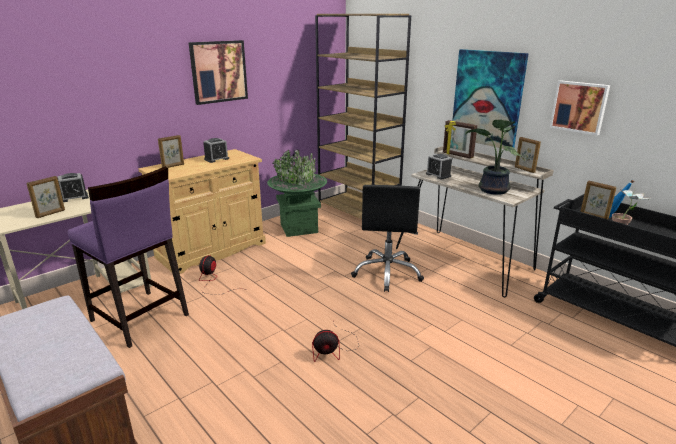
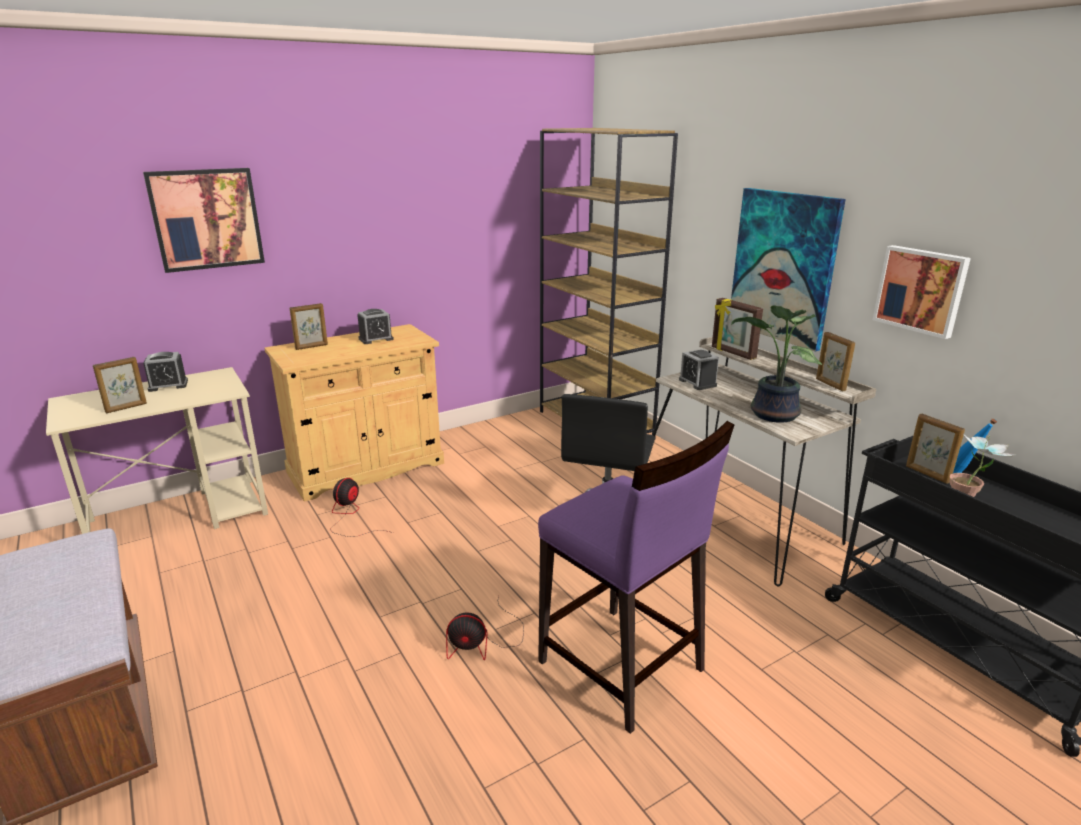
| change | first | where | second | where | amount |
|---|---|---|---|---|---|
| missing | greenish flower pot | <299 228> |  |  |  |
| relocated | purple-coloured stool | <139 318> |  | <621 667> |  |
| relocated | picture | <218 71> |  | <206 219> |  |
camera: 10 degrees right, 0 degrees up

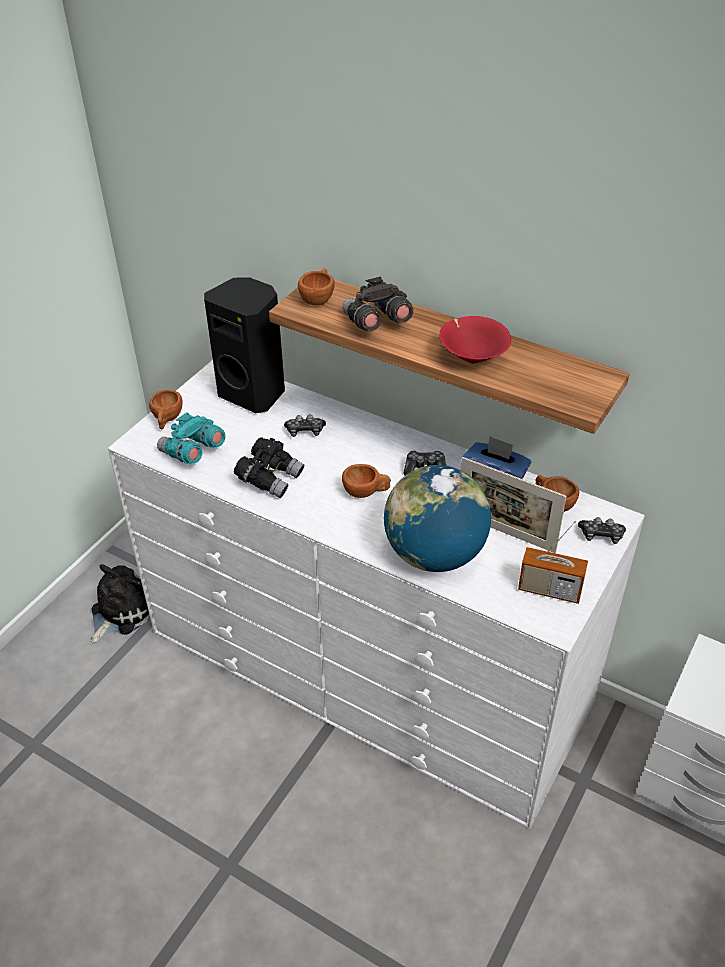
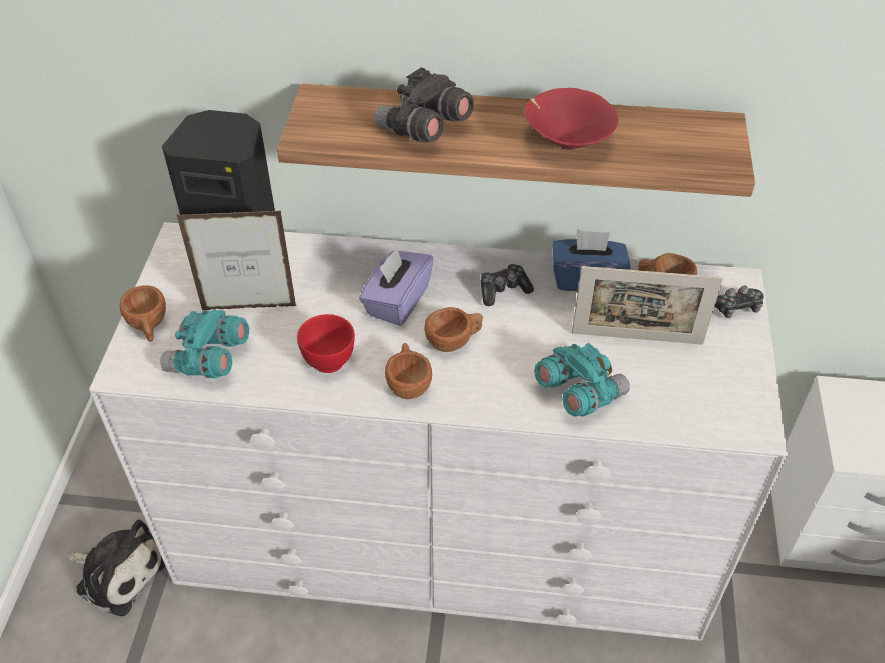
| change | first | where | second | where | amount |
|---|---|---|---|---|---|
| missing | gamepad | <305 431> |  |  |  |
| missing | radio set | <549 590> |  |  |  |
| appeared |  |  | standing frame | <249 308> |  |
| appeared |  |  | purple-coloured tissue holder | <397 301> |  |
| relocated | brown-coloured small cup | <318 298> |  | <408 383> |  |
| exchanged | black-coloured pair of binoculars | <270 478> | red deep dish | <329 361> |  |
| exchanged | world globe | <435 555> | turquoise pair of binoculars | <578 392> |  |
| spun | soft toy | <121 611> |  | <118 573> | 105 degrees clockwise |
camera: 25 degrees left, 5 degrees up

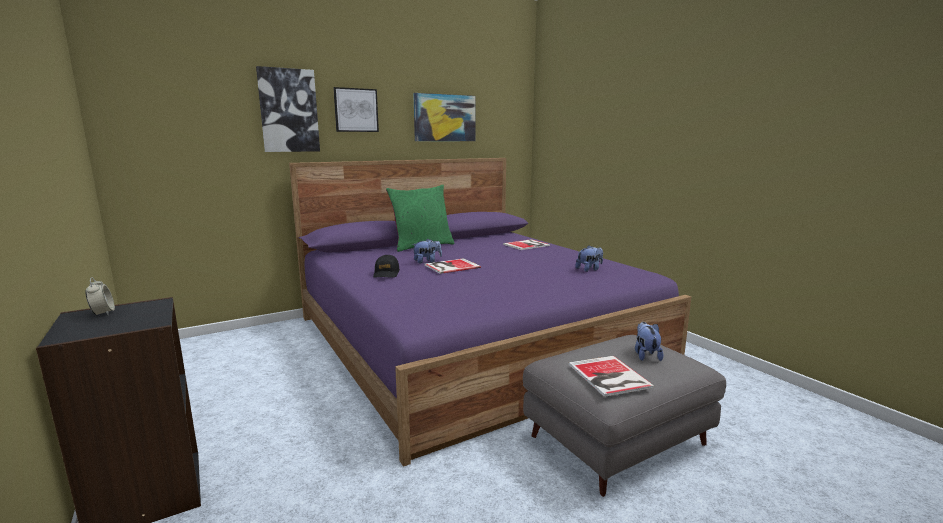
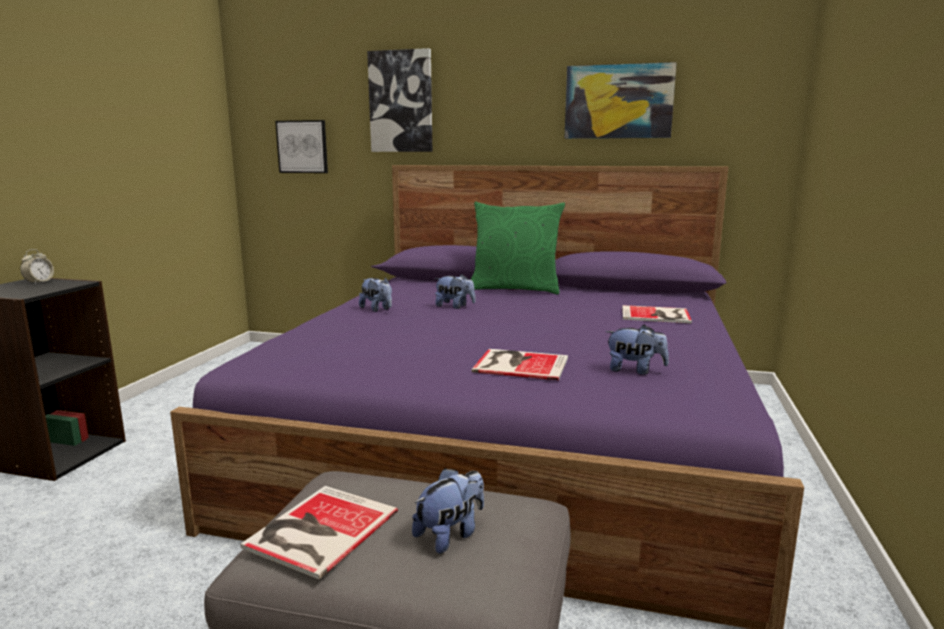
| change | first | where | second | where | amount |
|---|---|---|---|---|---|
| relocated | picture | <356 110> |  | <302 147> |  |
| relocated | book | <450 266> |  | <519 364> |  |
| exchanged | black-coloured baseball cap | <386 273> | soft toy | <377 309> |  |
camera: 45 degrees right, 0 degrees up

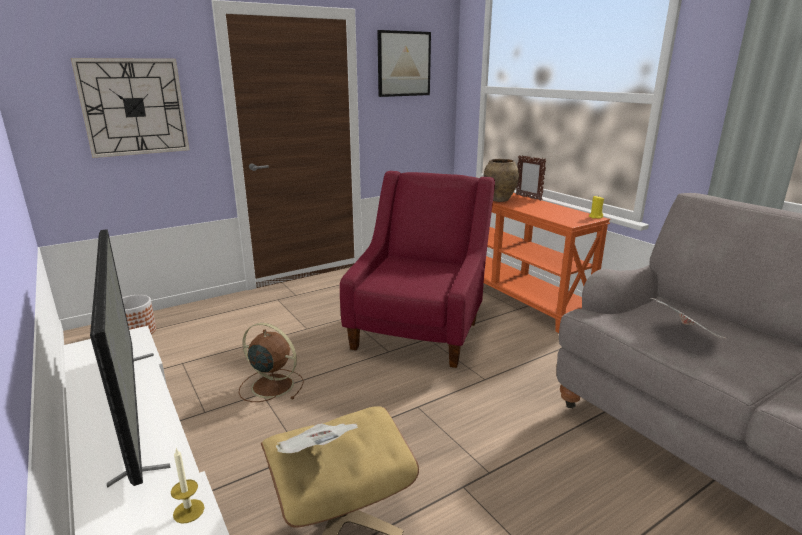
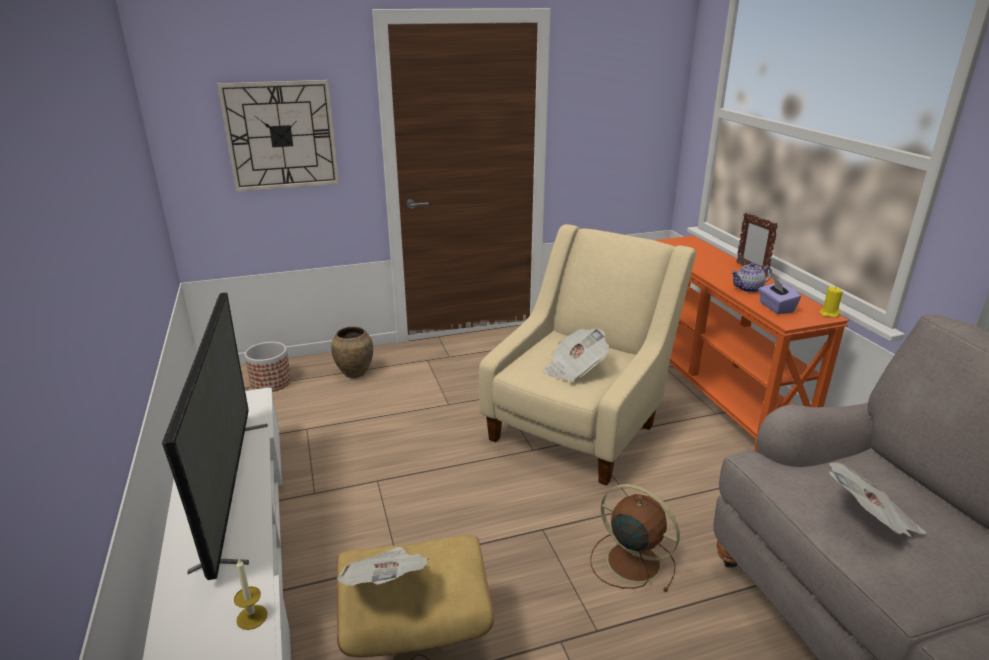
| change | first | where | second | where | amount |
|---|---|---|---|---|---|
| missing | picture | <404 64> |  |  |  |
| appeared |  |  | newspaper | <574 369> |  |
| appeared |  |  | teapot | <748 289> |  |
| appeared |  |  | purple-coloured tissue holder | <775 307> |  |
| relocated | brown-coloured cooling fan | <271 385> |  | <631 561> |  |
| relocated | brown-coloured decorative vase | <499 200> |  | <354 373> |  |
| colour | red lounge chair | <419 329> | beige lounge chair | <579 425> |  |
camera: 15 degrees right, 5 degrees up

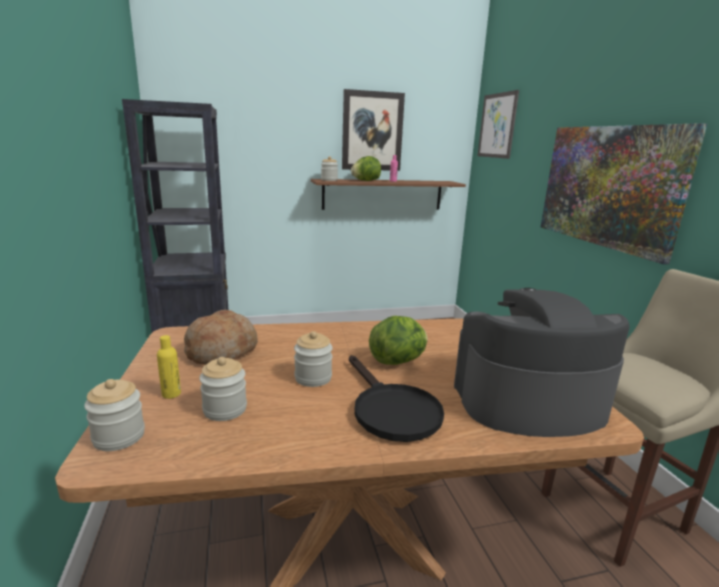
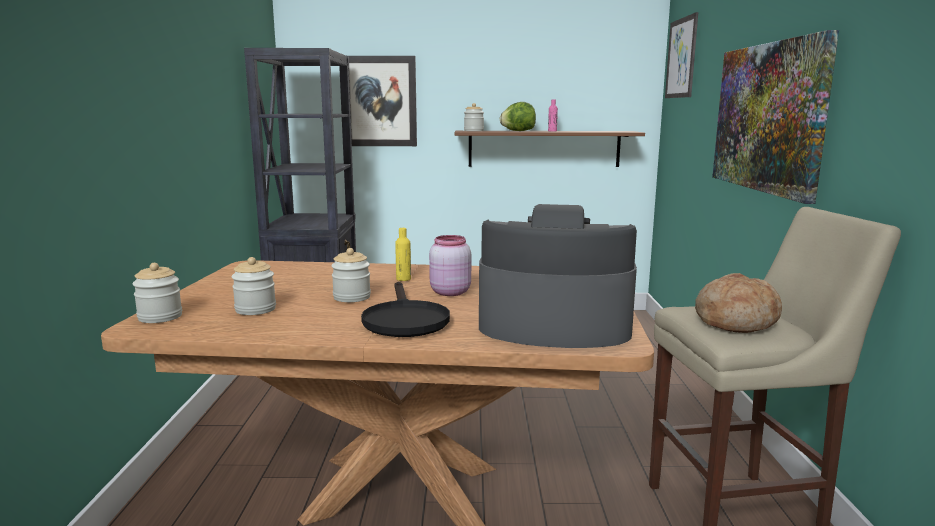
| change | first | where | second | where | amount |
|---|---|---|---|---|---|
| relocated | yellowish drink bottle | <171 394> |  | <403 279> |  |
| relocated | baked bread | <221 351> |  | <735 321> |  |
| relocated | picture | <372 131> |  | <380 101> |  |
| exchanged | head of lettuce | <398 361> | pink jar | <449 292> |  |
camera: 15 degrees right, 5 degrees down

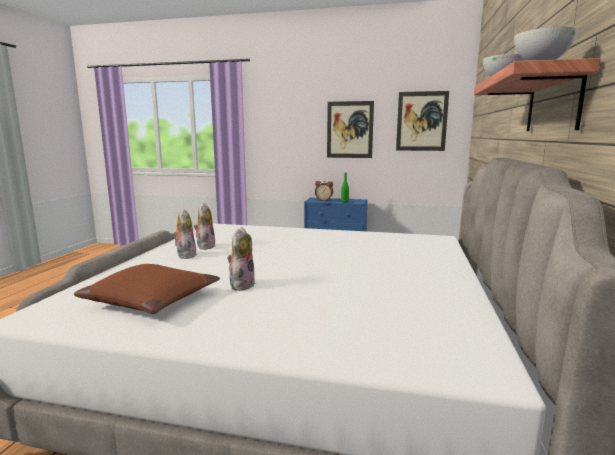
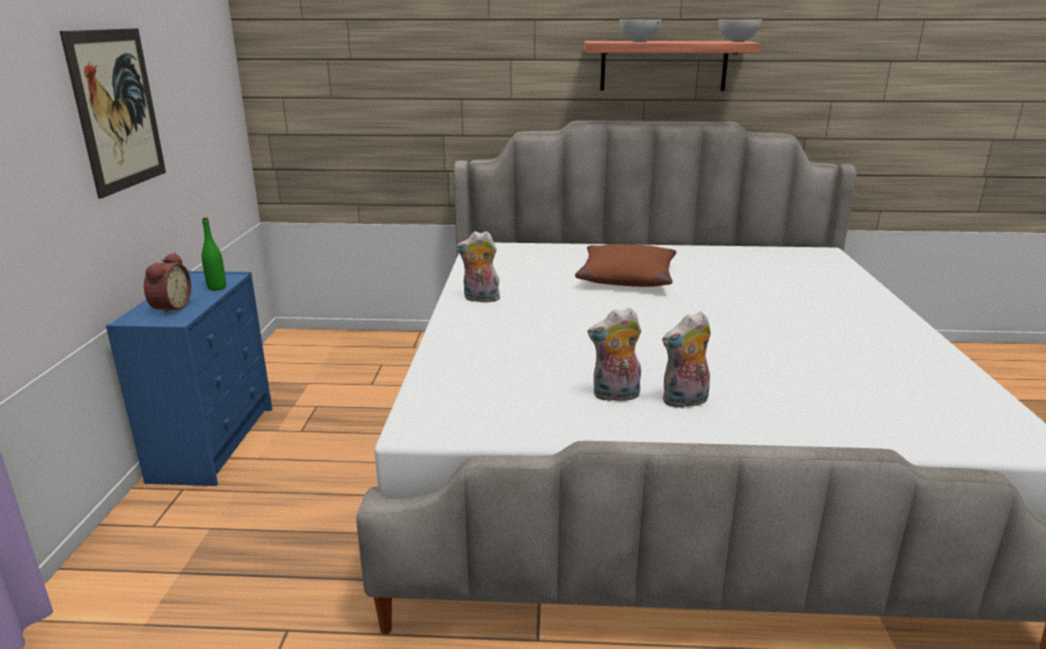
| change | first | where | second | where | amount |
|---|---|---|---|---|---|
| missing | picture | <421 121> |  |  |  |
| relocated | brown-coloured throw pillow | <152 300> |  | <625 277> |  |
| relocated | soft toy | <241 284> |  | <480 299> |  |
camera: 100 degrees left, 10 degrees up

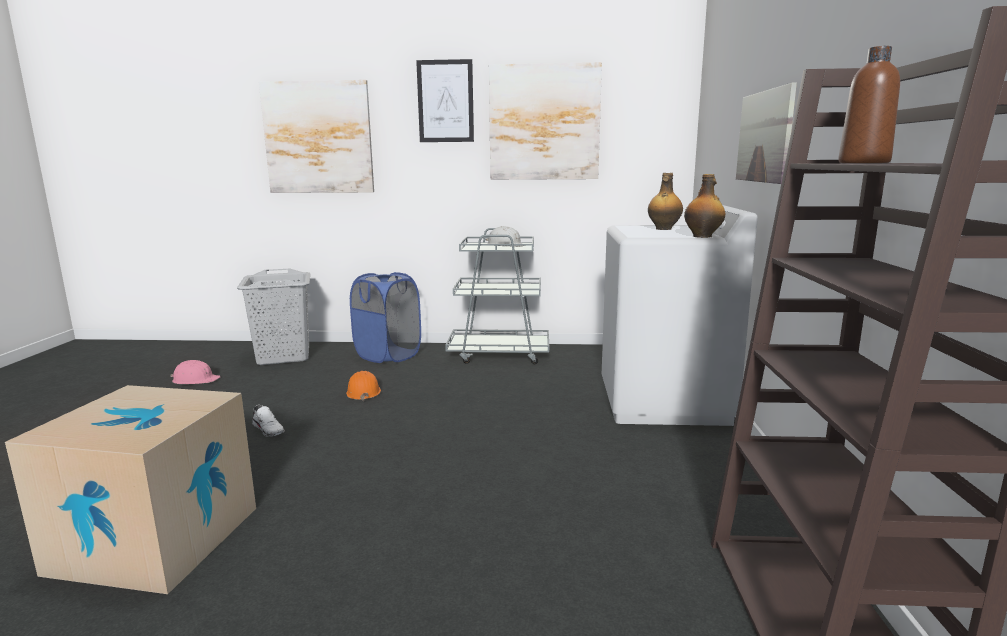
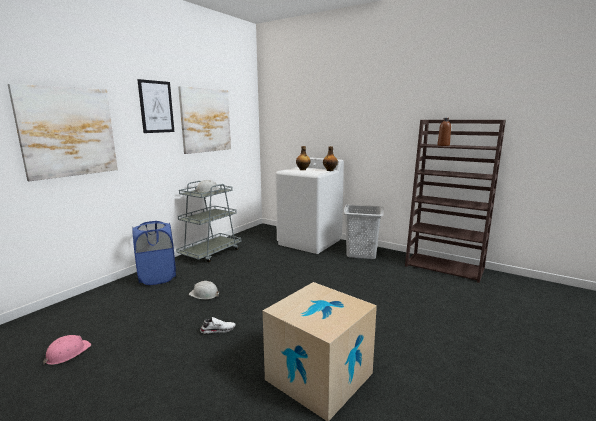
| change | first | where | second | where | amount |
|---|---|---|---|---|---|
| missing | picture | <764 136> |  |  |  |
| relocated | grey laundry basket | <283 356> |  | <362 253> |  |
| colour | orange work helmet | <363 392> | white work helmet | <204 294> |  |
camera: 60 degrees left, 0 degrees up

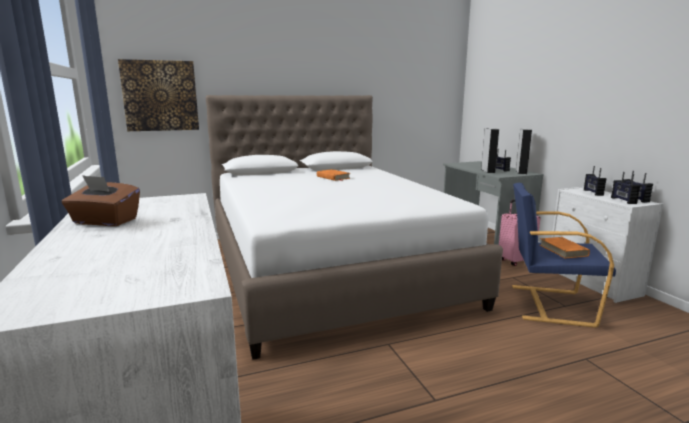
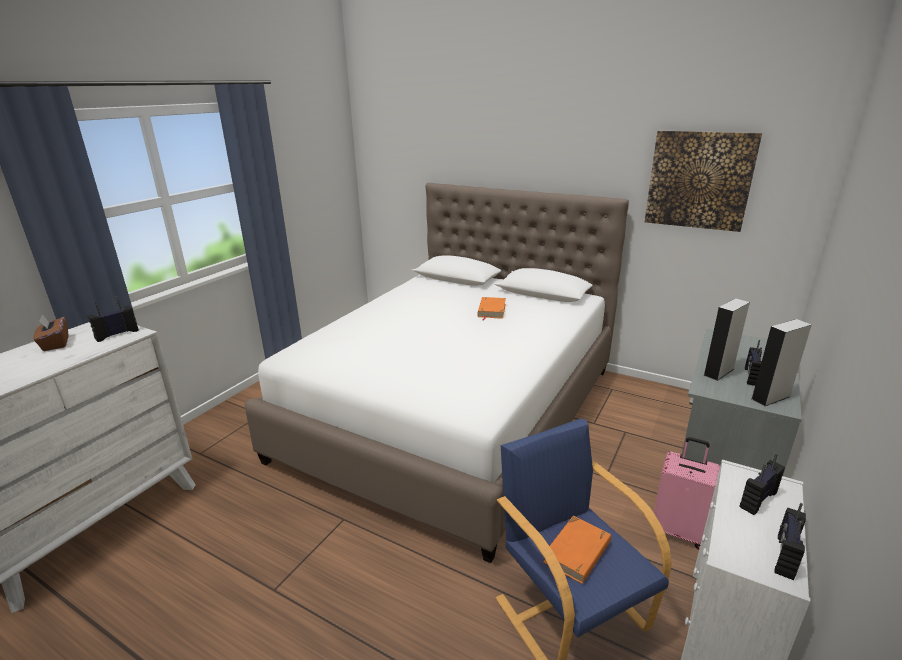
| change | first | where | second | where | amount |
|---|---|---|---|---|---|
| relocated | picture | <160 96> |  | <699 180> |  |
| relocated | radio set | <623 200> |  | <117 334> |  |
camera: 50 degrees right, 10 degrees up

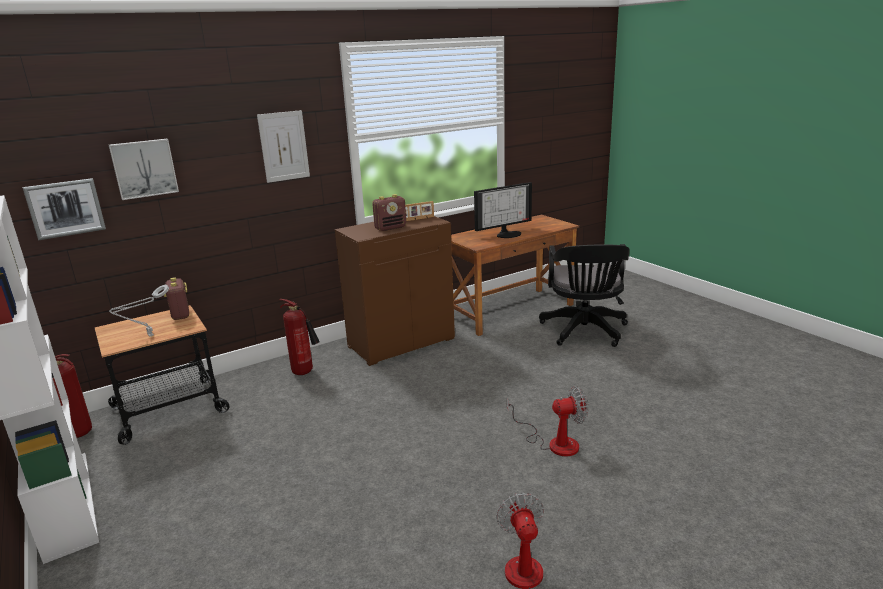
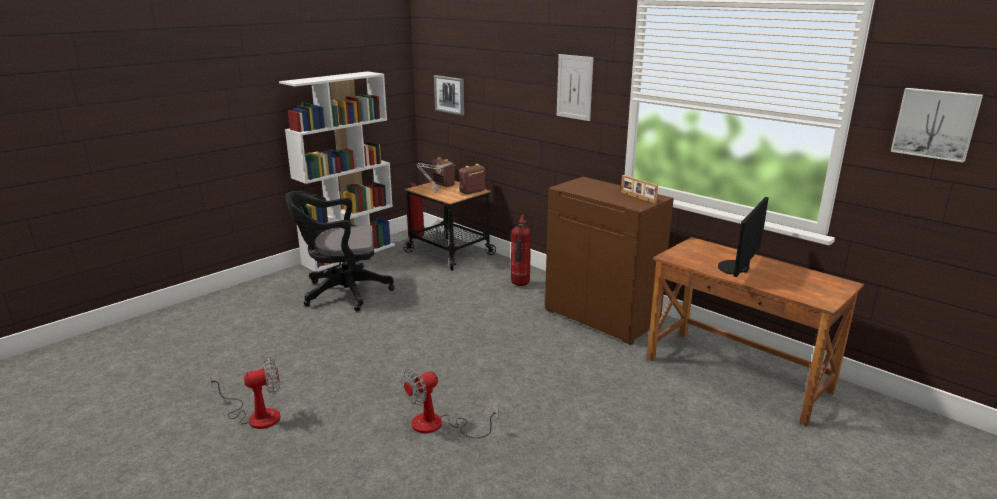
| change | first | where | second | where | amount |
|---|---|---|---|---|---|
| relocated | picture | <144 168> |  | <935 123> |  |
| relocated | radio set | <391 228> |  | <443 184> |  |
| relocated | black-coloured desk chair | <584 332> |  | <342 293> |  |
| spun | computer screen | <508 234> |  | <736 268> | 75 degrees clockwise |
| spun | cooling fan | <554 442> |  | <438 425> | 75 degrees clockwise |
camera: 75 degrees right, 0 degrees up

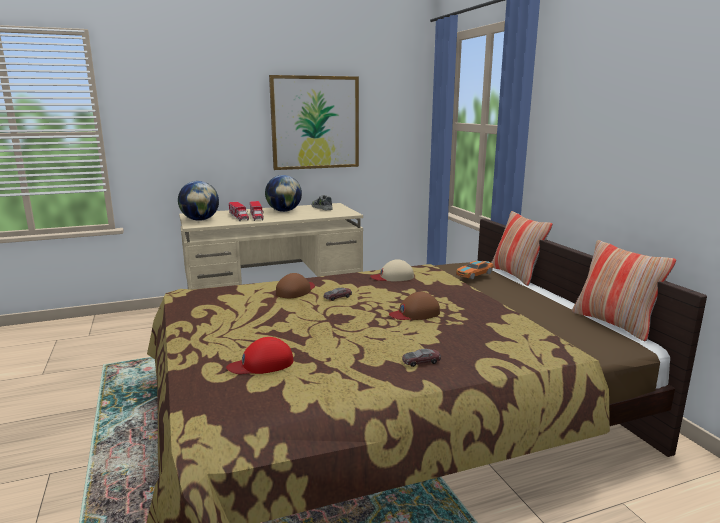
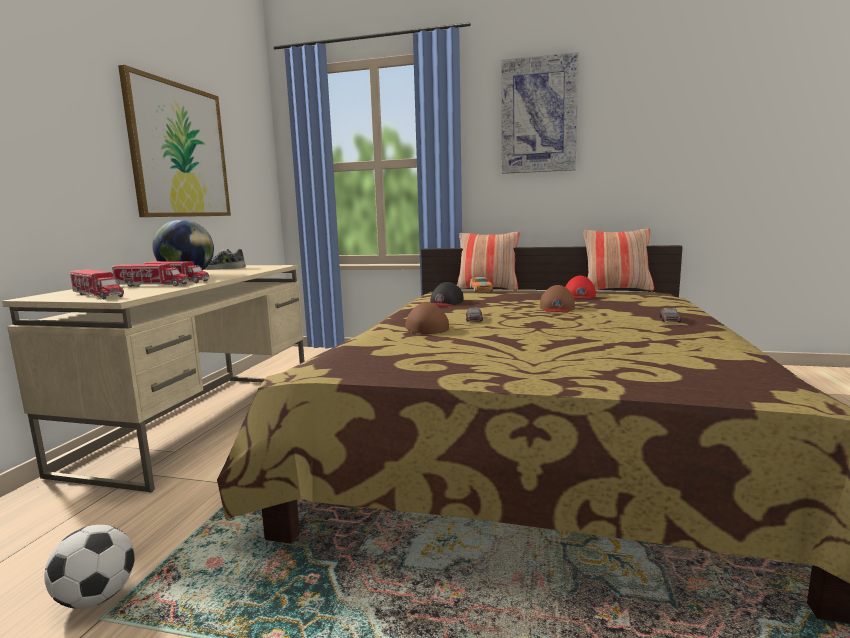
| change | first | where | second | where | amount |
|---|---|---|---|---|---|
| appeared |  |  | football | <97 597> |  |
| appeared |  |  | picture | <538 116> |  |
| relocated | red baseball cap | <262 364> |  | <580 296> |  |
| exchanged | world globe | <200 220> | toy truck | <98 295> |  |
| colour | beige baseball cap | <393 277> | black-coloured baseball cap | <445 303> |  |
camera: 55 degrees left, 5 degrees down

